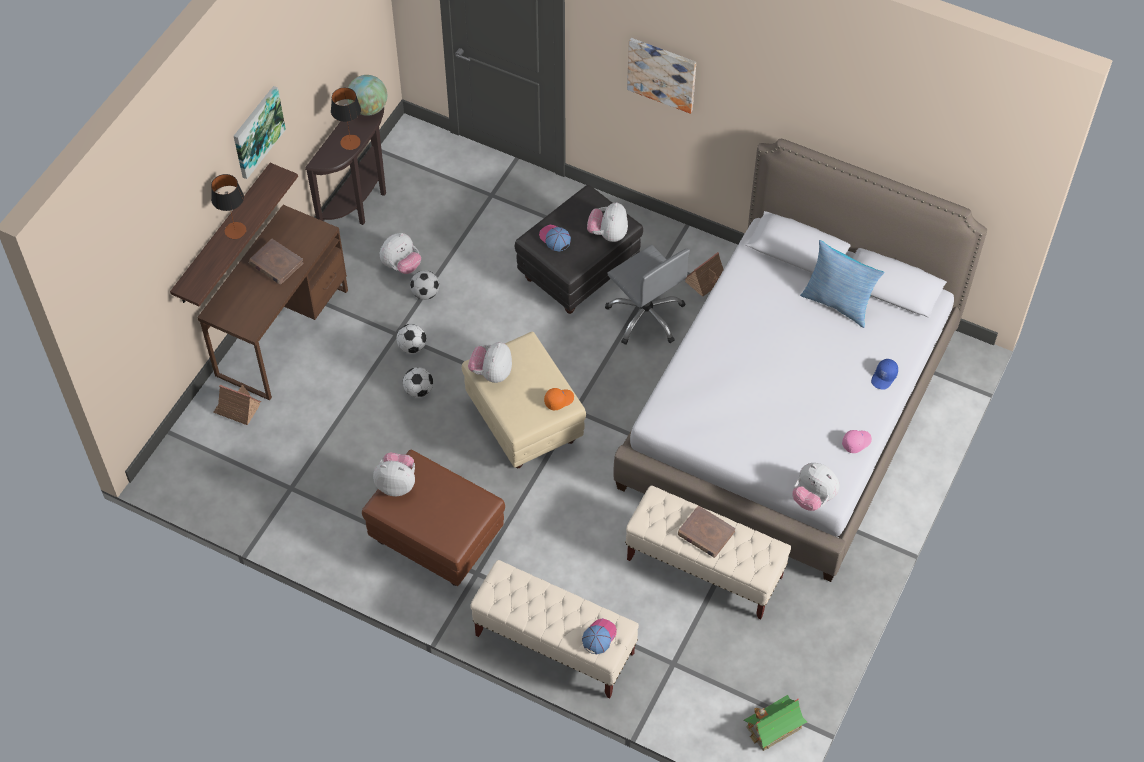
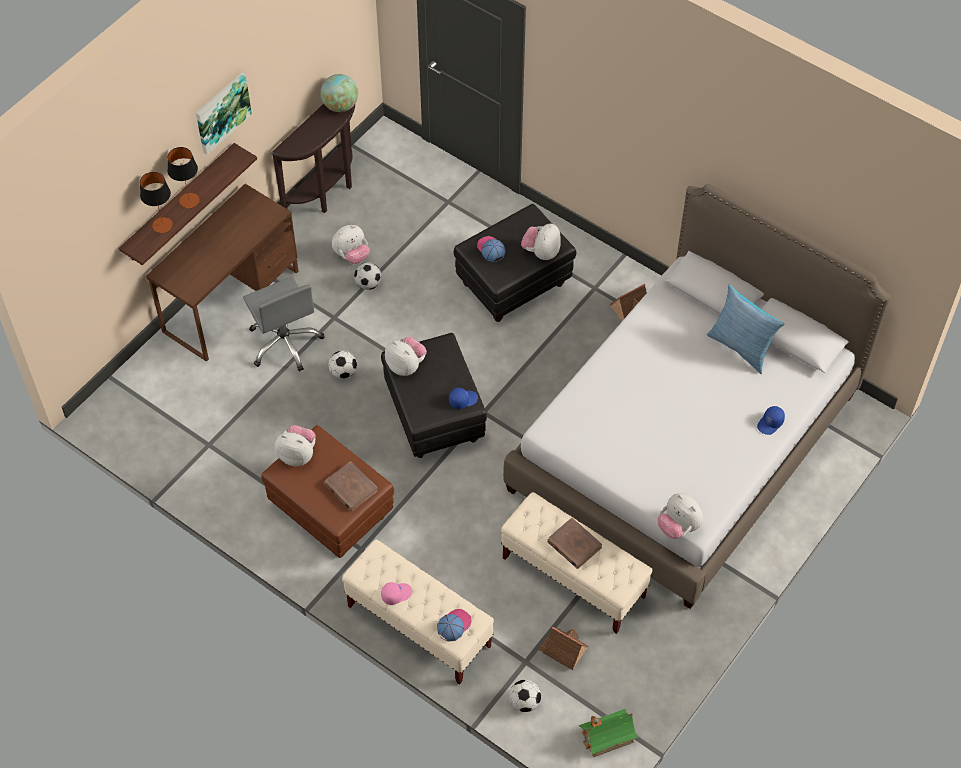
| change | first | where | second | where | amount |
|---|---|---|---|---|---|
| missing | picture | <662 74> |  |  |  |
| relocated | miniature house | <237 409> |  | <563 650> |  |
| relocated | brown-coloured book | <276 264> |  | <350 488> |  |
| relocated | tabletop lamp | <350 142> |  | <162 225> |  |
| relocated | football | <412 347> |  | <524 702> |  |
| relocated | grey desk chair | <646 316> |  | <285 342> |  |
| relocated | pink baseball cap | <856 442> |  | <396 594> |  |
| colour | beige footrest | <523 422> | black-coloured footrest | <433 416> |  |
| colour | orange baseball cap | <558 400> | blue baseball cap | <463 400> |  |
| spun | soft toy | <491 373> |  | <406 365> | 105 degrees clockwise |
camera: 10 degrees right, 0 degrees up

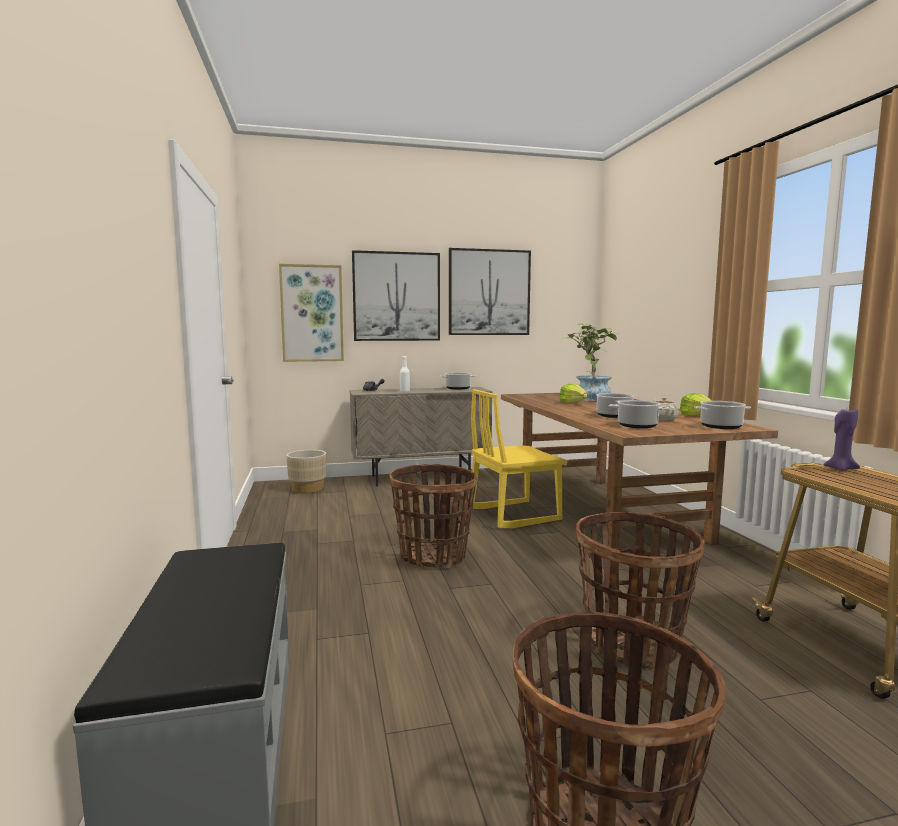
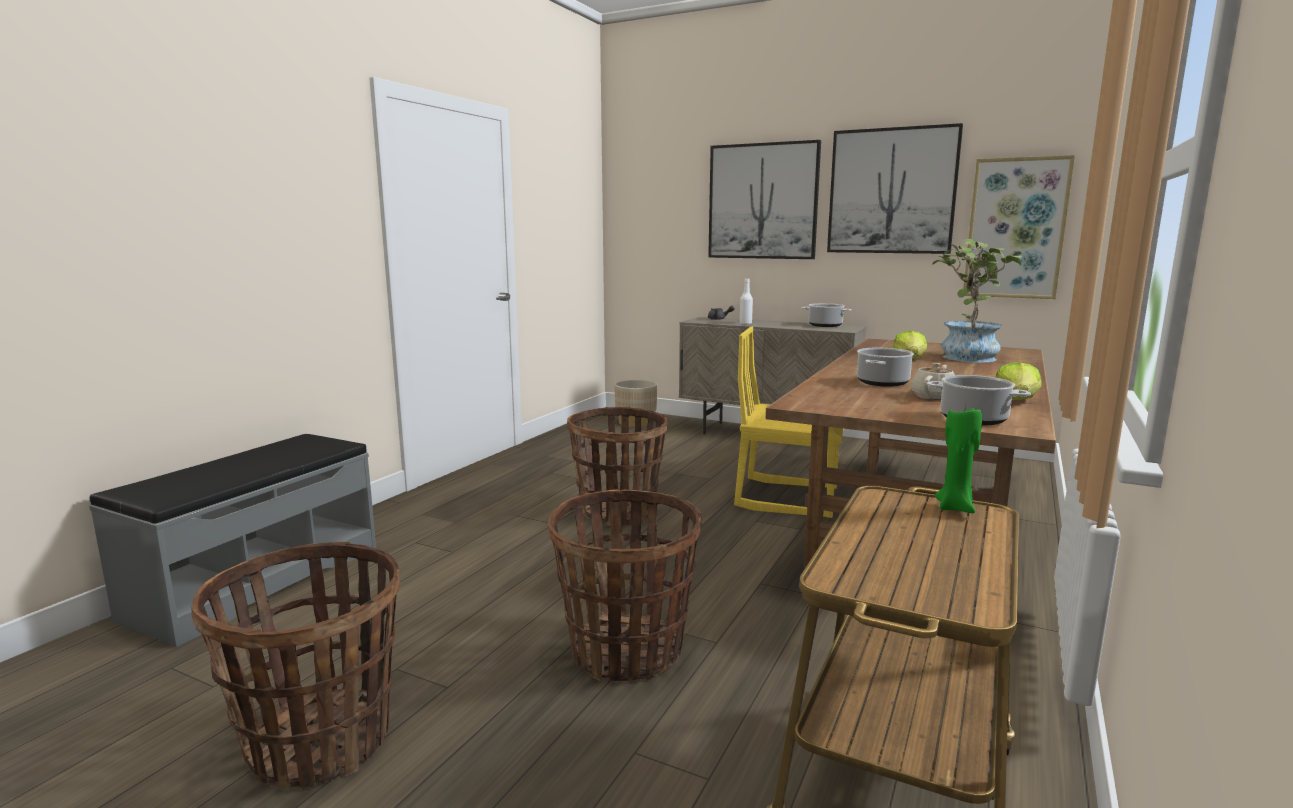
| change | first | where | second | where | amount |
|---|---|---|---|---|---|
| missing | saucepot | <638 426> |  |  |  |
| relocated | picture | <312 313> |  | <1016 228> |  |
| colour | purple-coloured wax candle | <840 468> | greenish wax candle | <955 507> |  |
camera: 40 degrees right, 5 degrees up

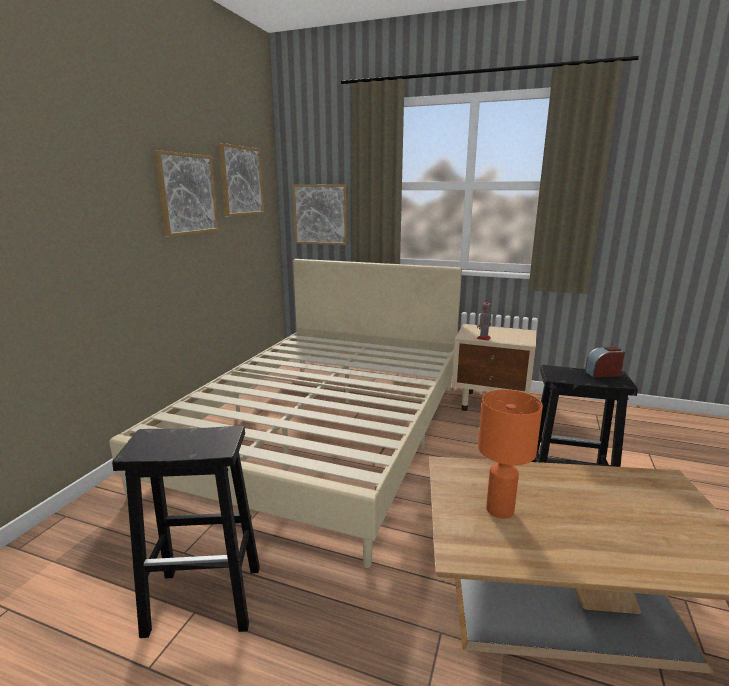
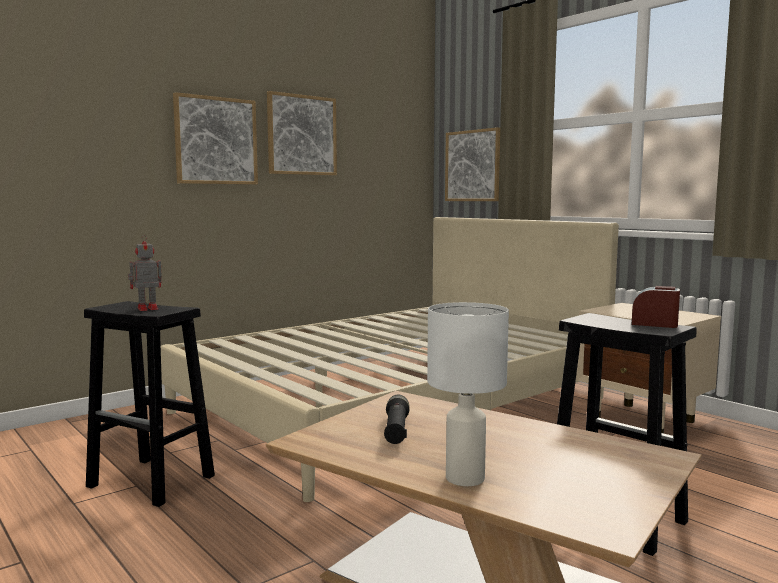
| change | first | where | second | where | amount |
|---|---|---|---|---|---|
| appeared |  |  | white tabletop lamp | <463 478> |  |
| relocated | picture | <241 181> |  | <216 141> |  |
| relocated | toy robot | <483 338> |  | <146 308> |  |
| exchanged | orange tabletop lamp | <500 510> | black-coloured hand torch | <396 430> |  |
camera: 30 degrees right, 10 degrees down

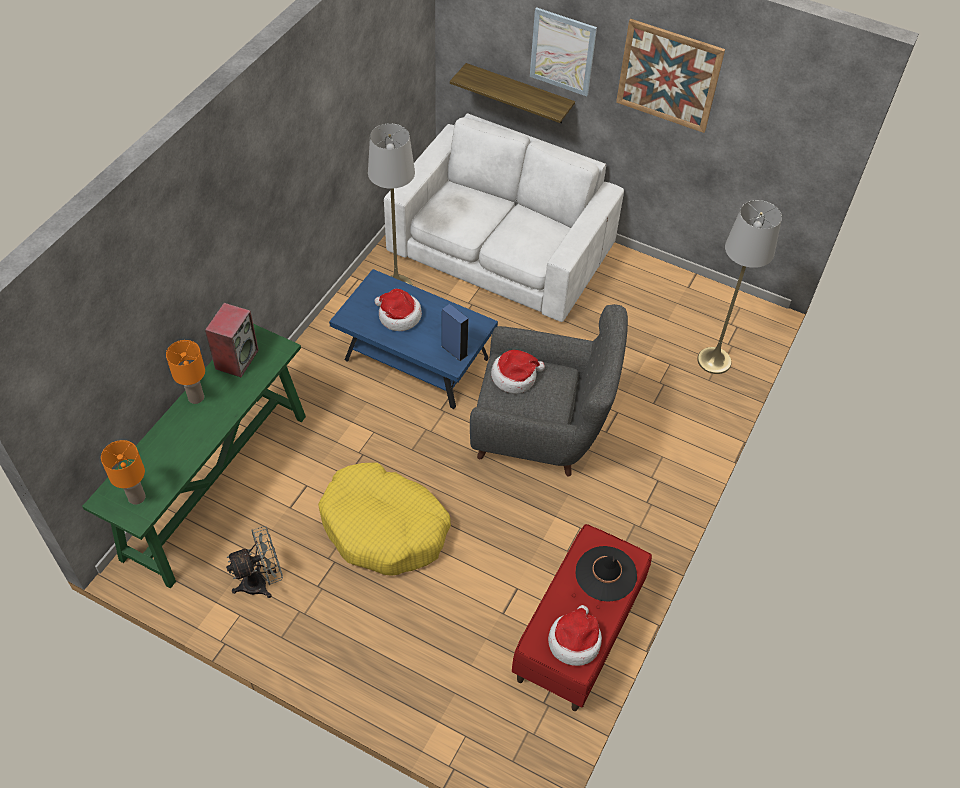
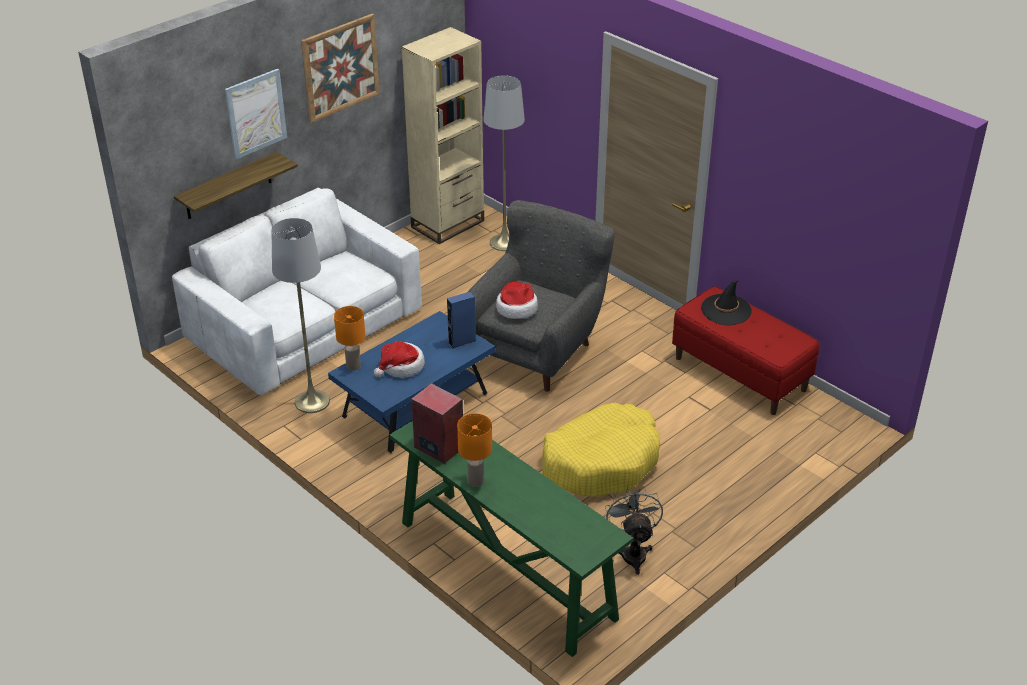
| change | first | where | second | where | amount |
|---|---|---|---|---|---|
| missing | clothing hat | <574 640> |  |  |  |
| appeared |  |  | beige bookshelf | <448 224> |  |
| relocated | orange tabletop lamp | <136 497> |  | <353 366> |  |
camera: 70 degrees left, 15 degrees down

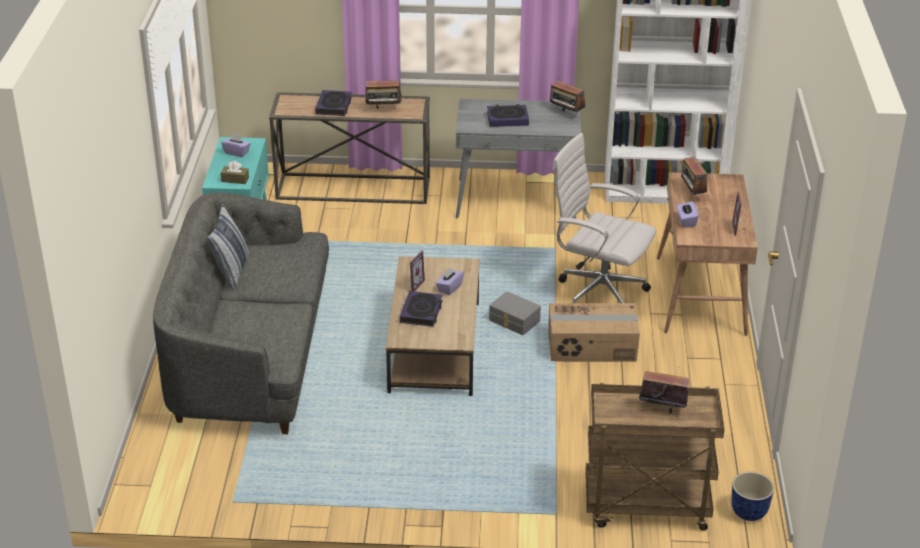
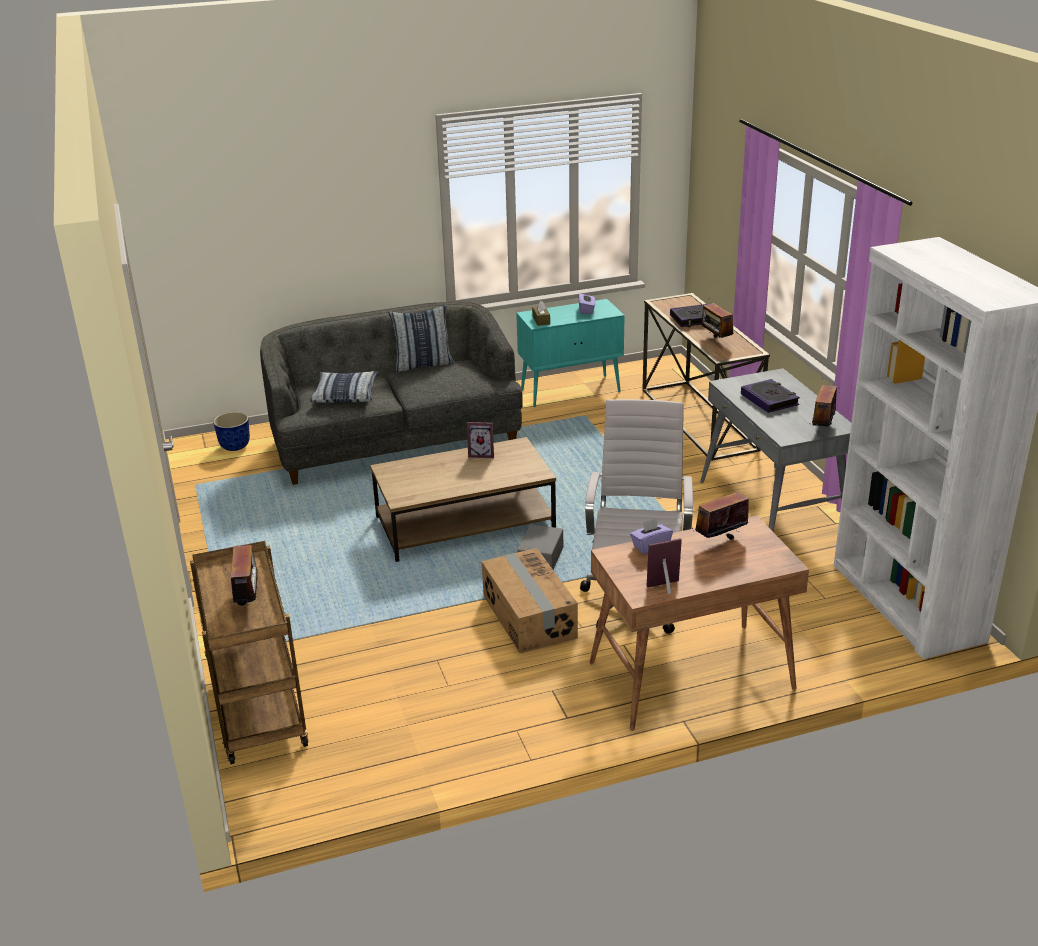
| change | first | where | second | where | amount |
|---|---|---|---|---|---|
| missing | book | <421 312> |  |  |  |
| missing | purple-coloured tissue holder | <449 288> |  |  |  |
| appeared |  |  | throw pillow | <345 394> |  |
| relocated | flower pot | <748 512> |  | <235 446> |  |
camera: 70 degrees right, 5 degrees down

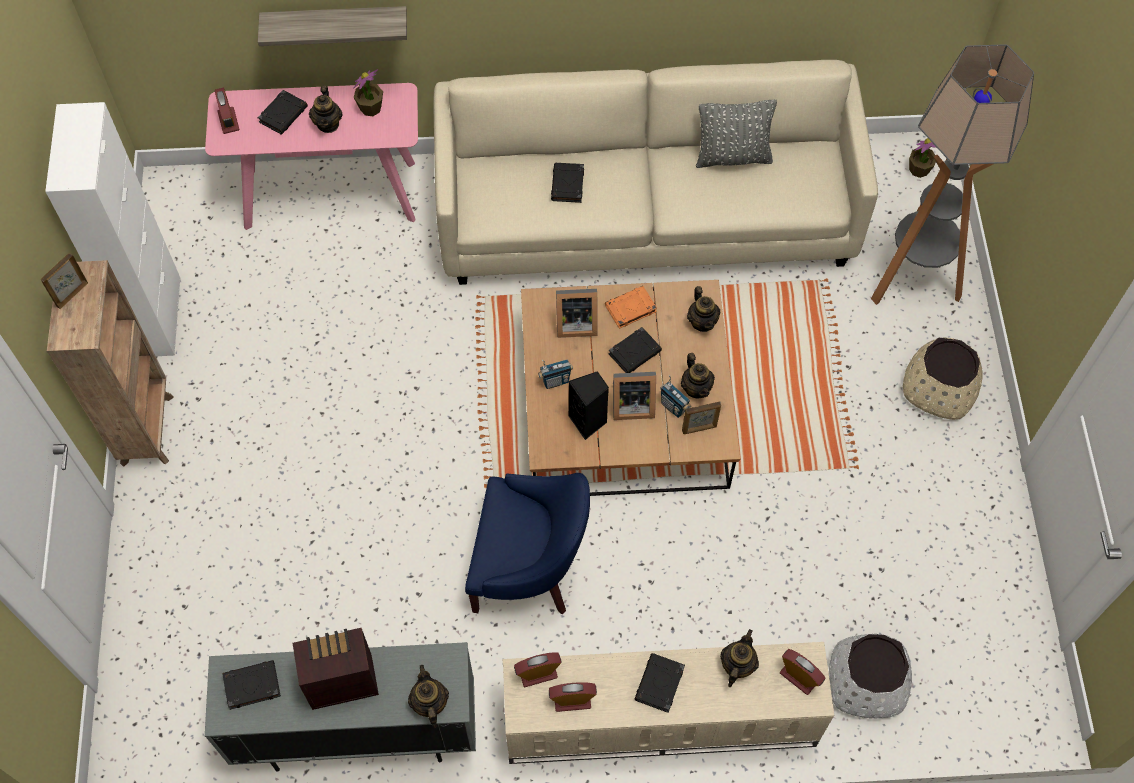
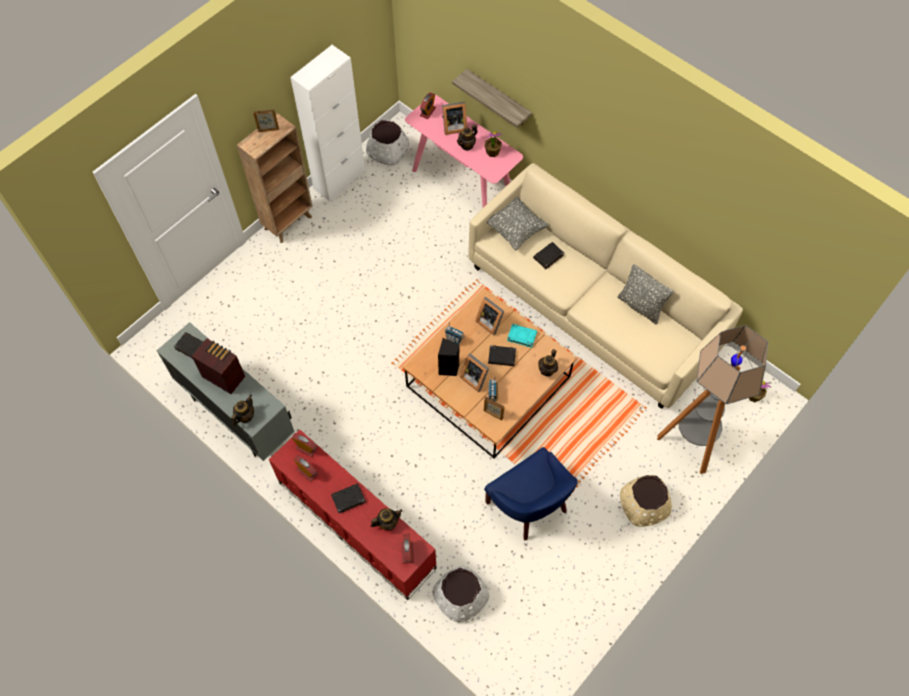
| change | first | where | second | where | amount |
|---|---|---|---|---|---|
| missing | teapot | <696 388> |  |  |  |
| appeared |  |  | white flower pot | <388 150> |  |
| appeared |  |  | grey throw pillow | <515 230> |  |
| relocated | blue lounge chair | <529 567> |  | <530 505> |  |
| exchanged | black-coloured book | <283 114> | standing frame | <453 126> |  |
| colour | beige media console | <658 721> | red media console | <354 525> |  |
| colour | orange book | <630 309> | turquoise book | <521 336> |  |
camera: 45 degrees right, 0 degrees up

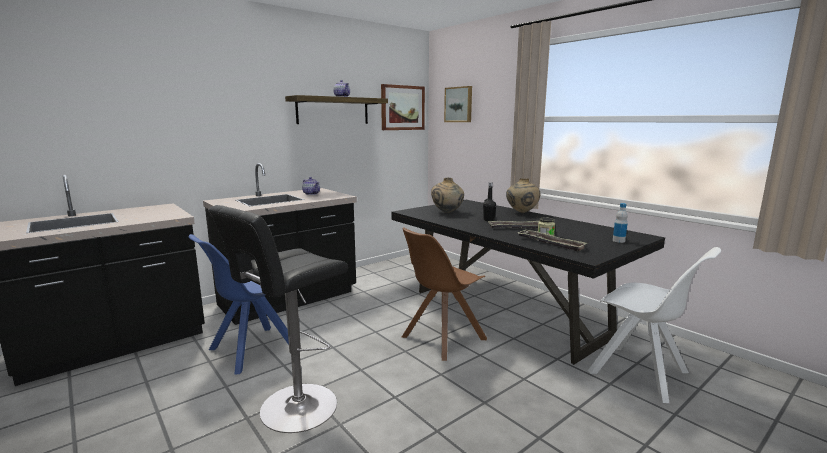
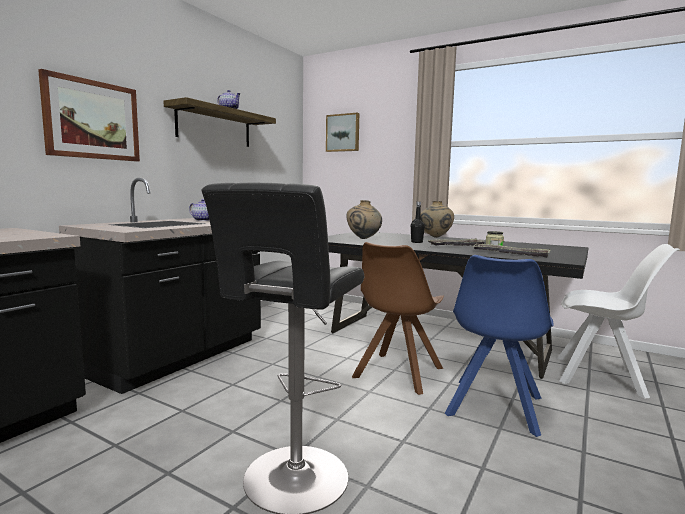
| change | first | where | second | where | amount |
|---|---|---|---|---|---|
| missing | drink bottle | <618 241> |  |  |  |
| relocated | blue plain chair | <251 350> |  | <494 407> |  |
| relocated | picture | <402 108> |  | <92 120> |  |
camera: 20 degrees left, 5 degrees down

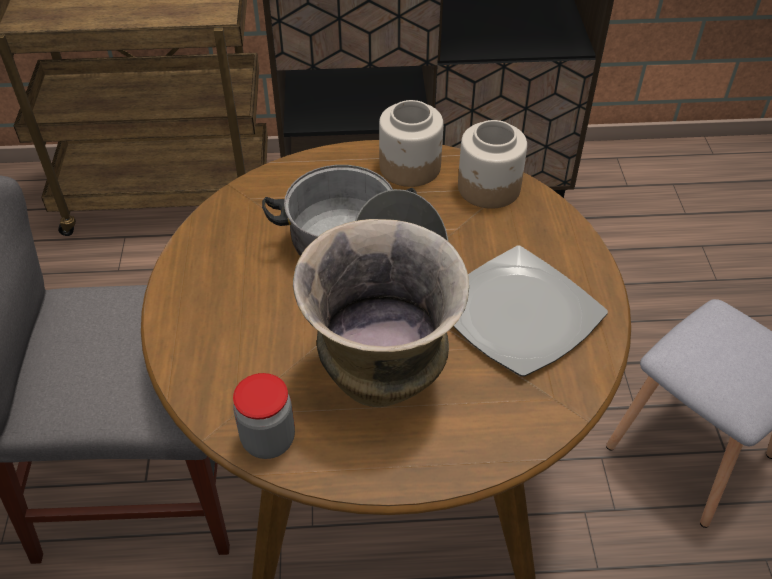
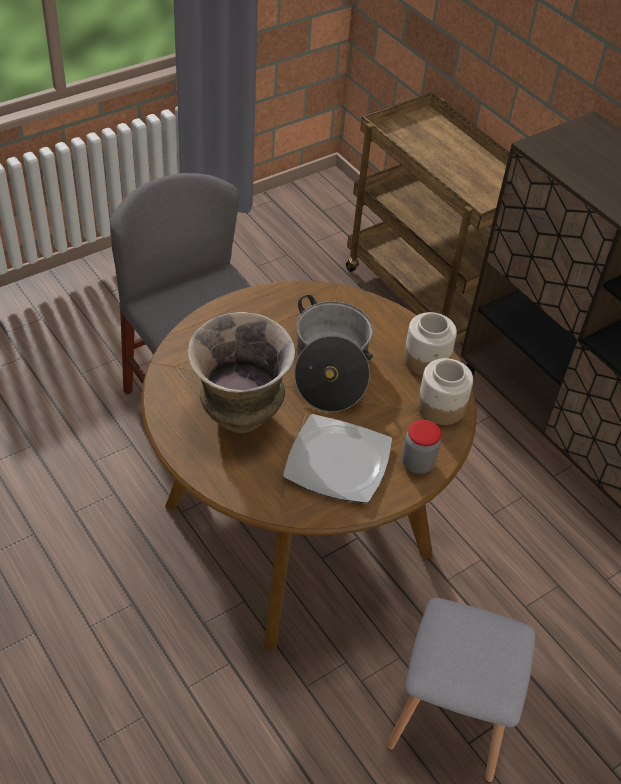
| change | first | where | second | where | amount |
|---|---|---|---|---|---|
| relocated | jar | <268 440> |  | <417 463> |  |
camera: 55 degrees right, 0 degrees up

